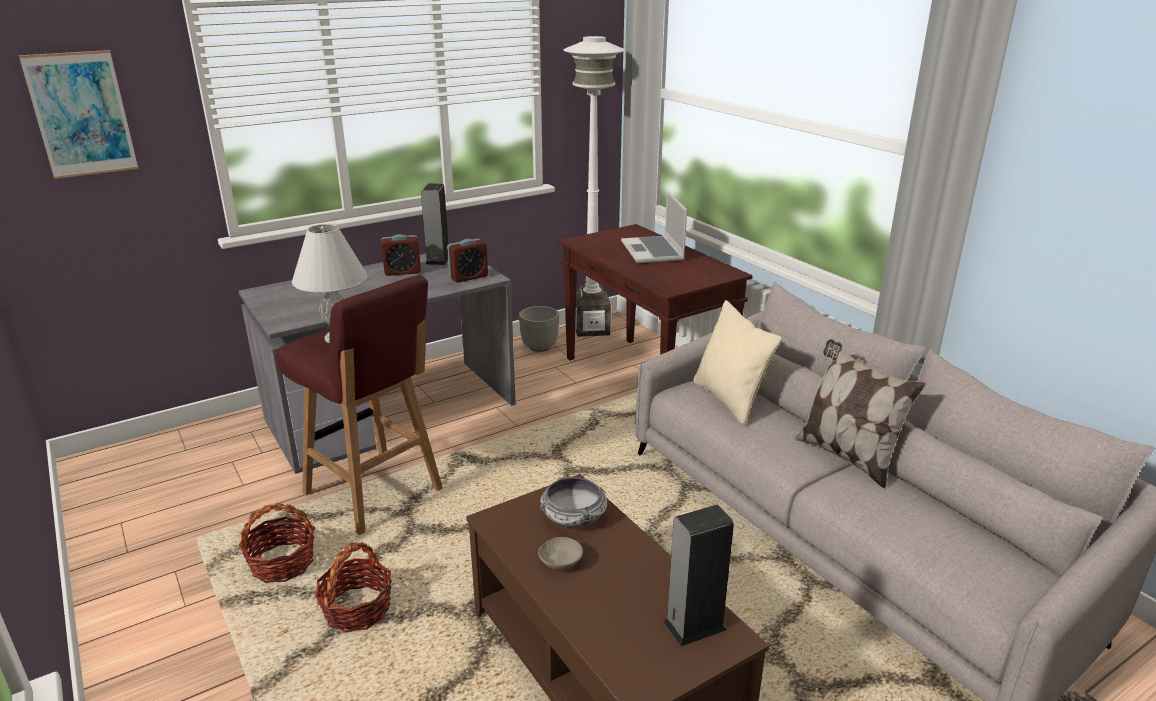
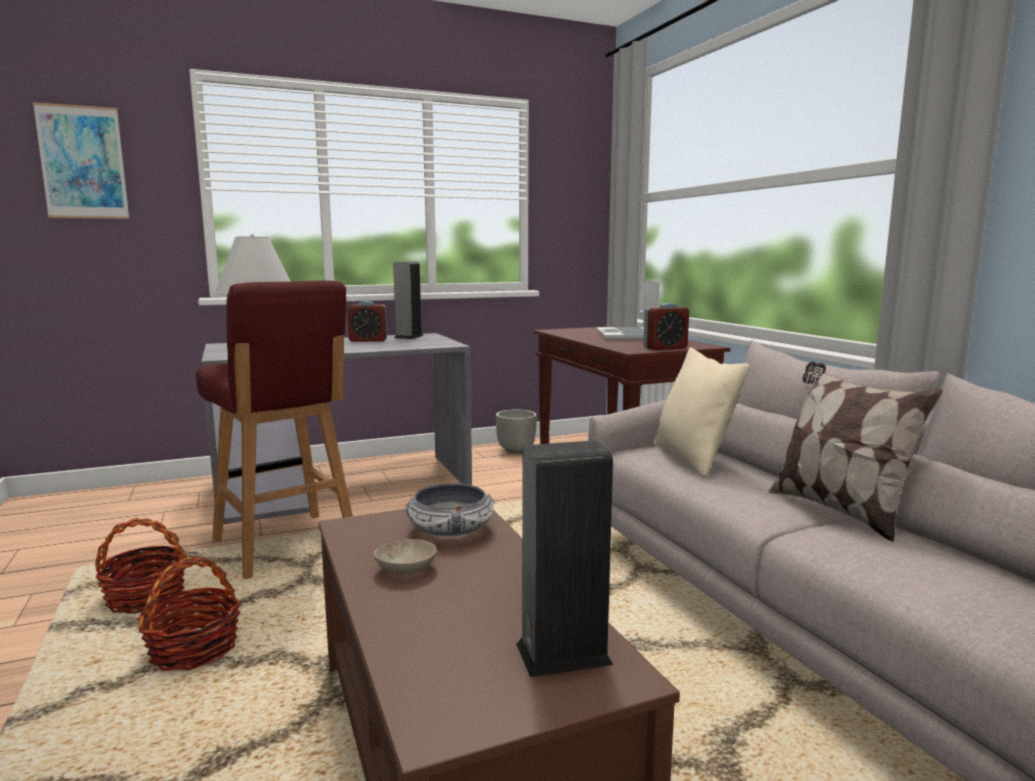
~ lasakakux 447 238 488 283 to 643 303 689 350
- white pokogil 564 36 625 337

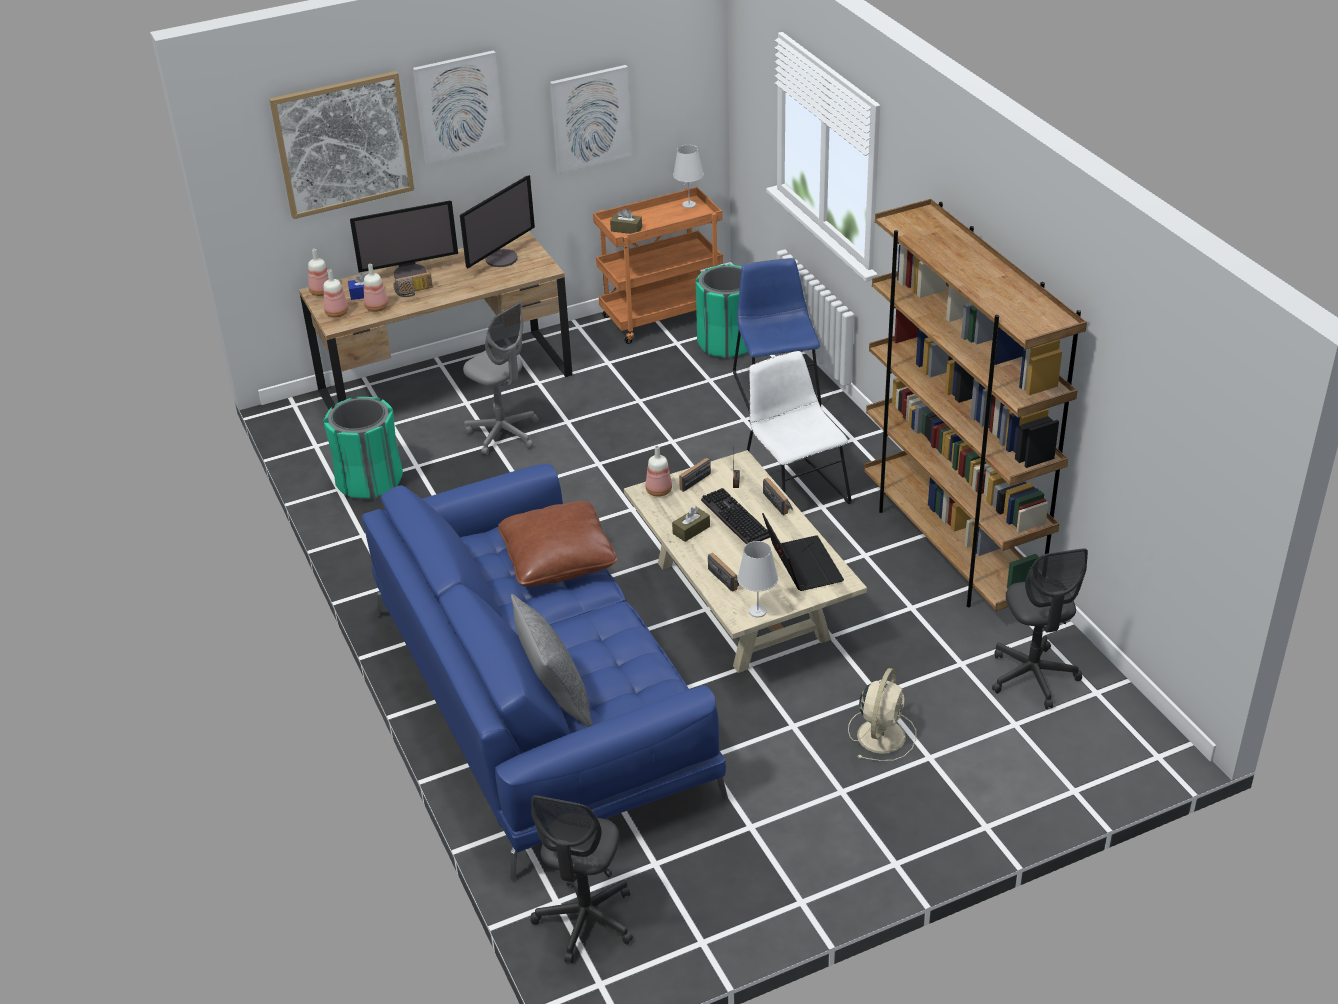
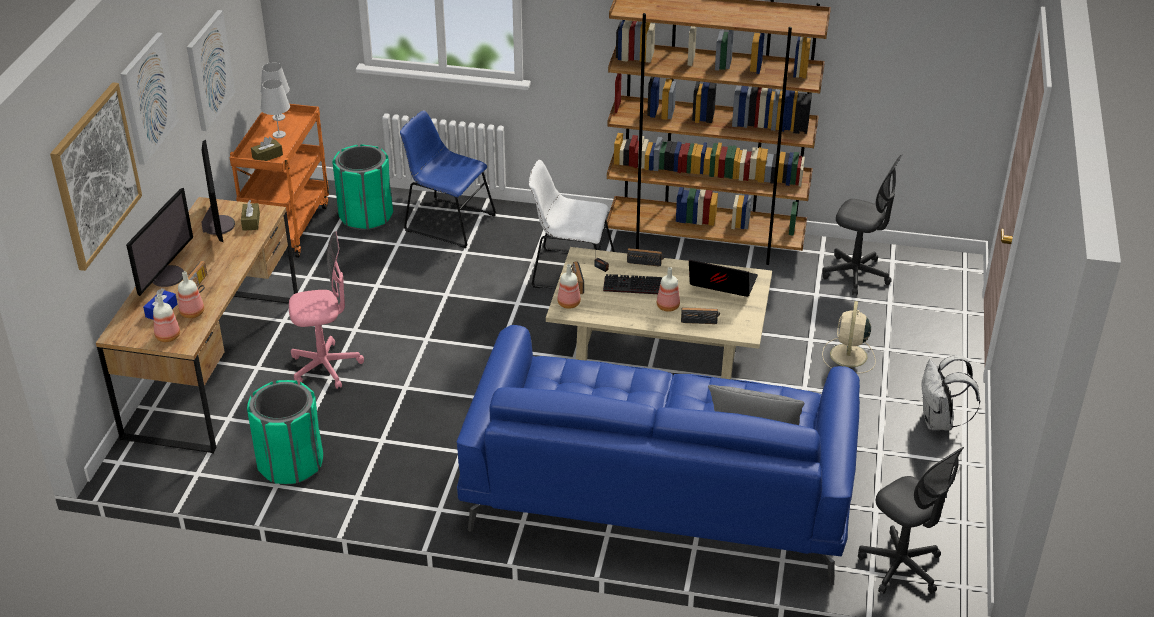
~ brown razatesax 672 506 710 542 to 241 200 260 231
~ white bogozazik 737 541 778 617 to 261 79 290 138
~ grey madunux 463 302 539 455 to pink madunux 289 231 364 389
~ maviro 308 249 329 296 to 657 267 680 312
~ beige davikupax 848 668 916 761 = 822 301 876 374 135 degrees counterclockwise
+ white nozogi 921 355 980 430
- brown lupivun 498 501 618 587

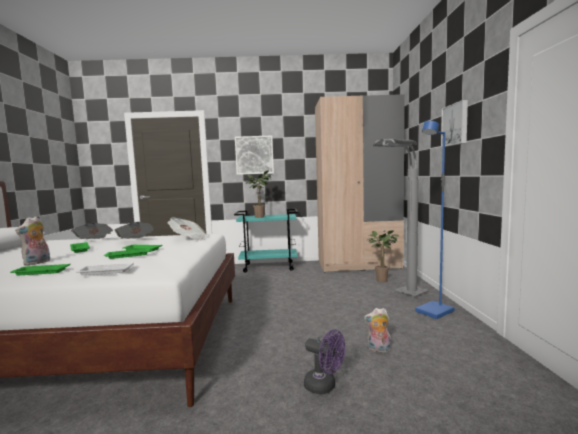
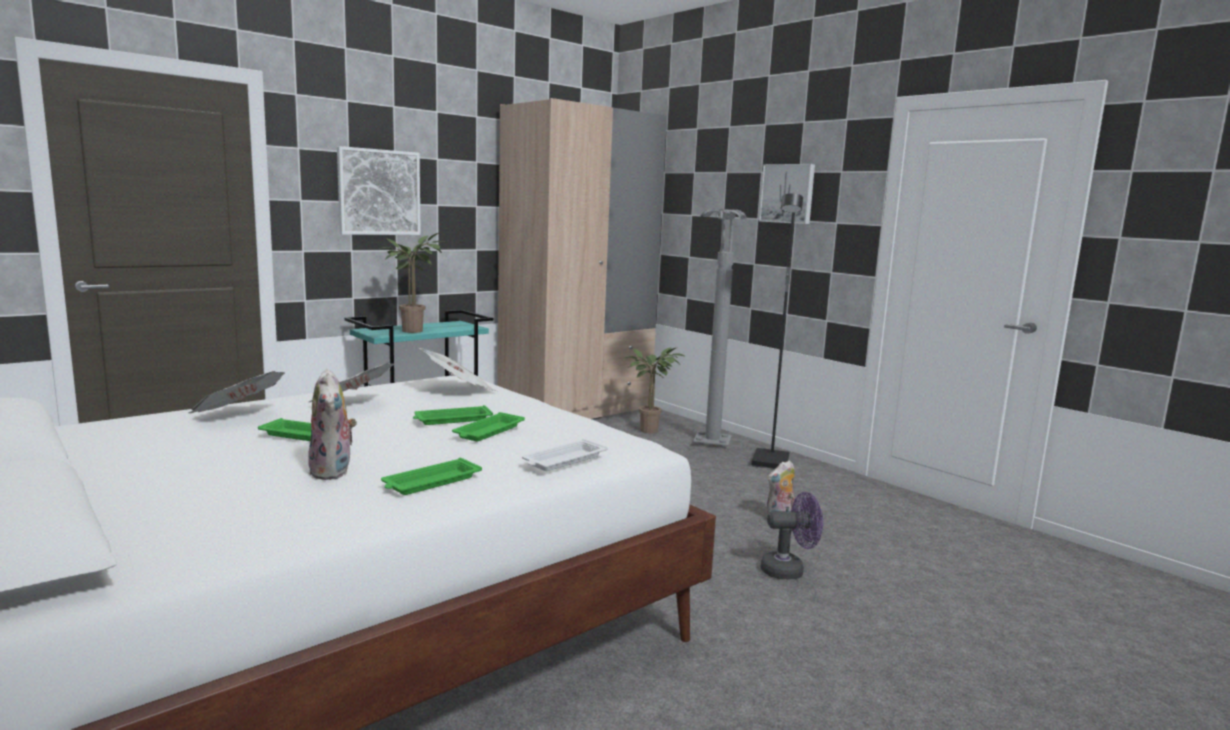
~ blue pokogil 415 121 454 319 to black pokogil 751 193 803 469

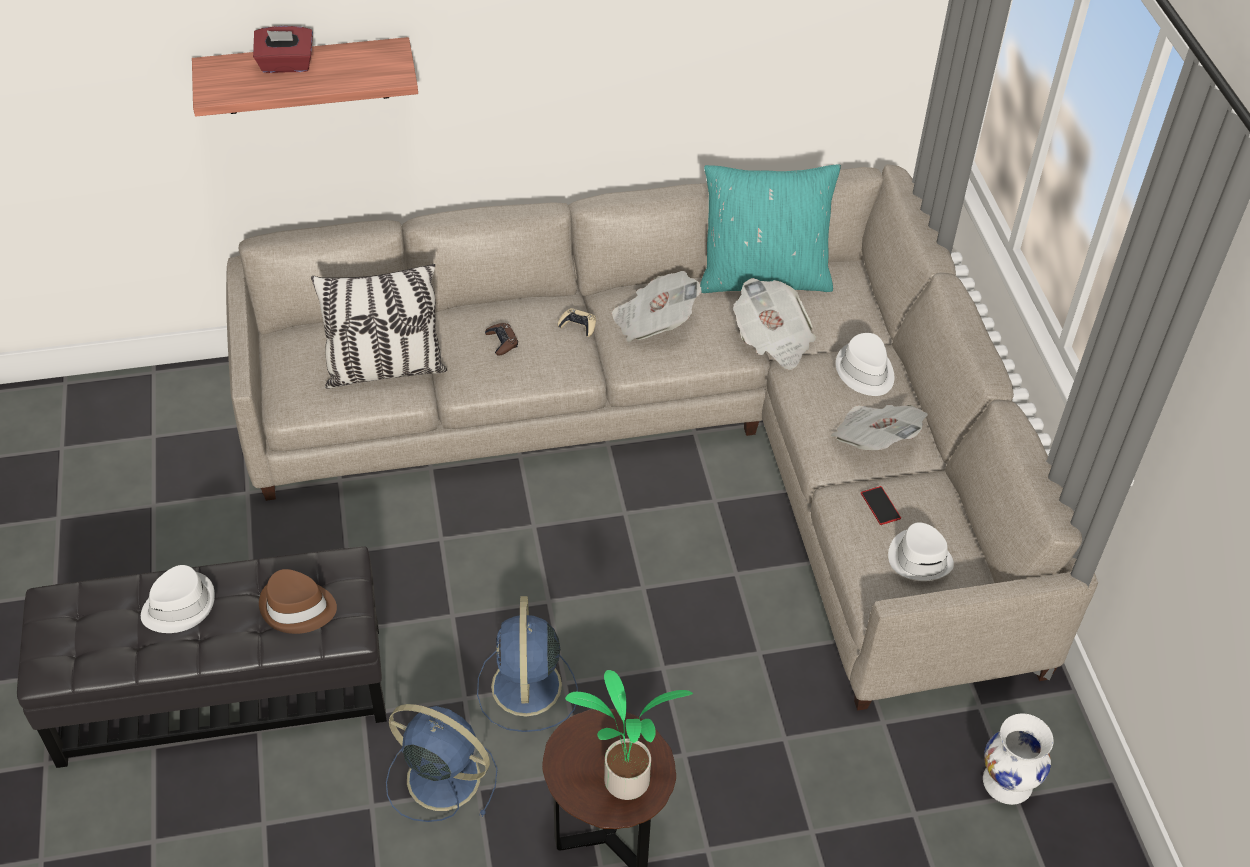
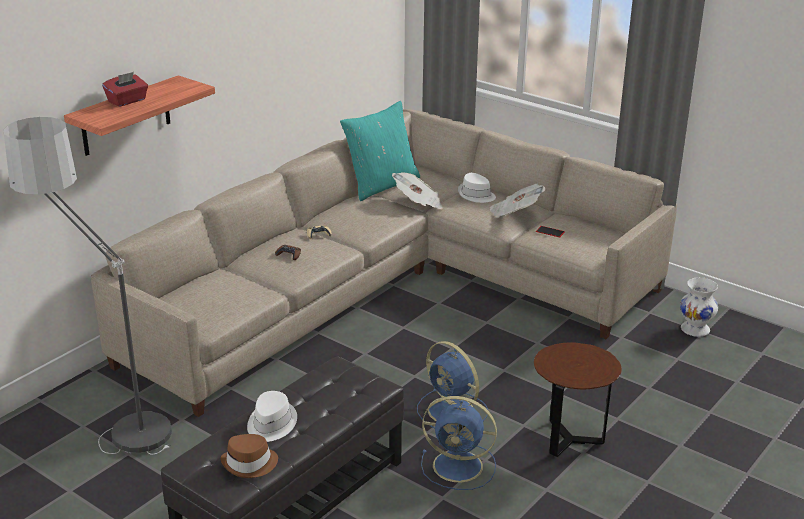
+ pokogil 4 117 172 455
~ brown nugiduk 259 569 337 634 to 220 434 278 478
~ blue davikupax 386 704 498 822 = 421 396 497 490 150 degrees counterclockwise
- lupivun 311 264 447 389
- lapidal 565 670 693 800
- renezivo 612 271 701 342
- white nugiduk 888 522 954 581

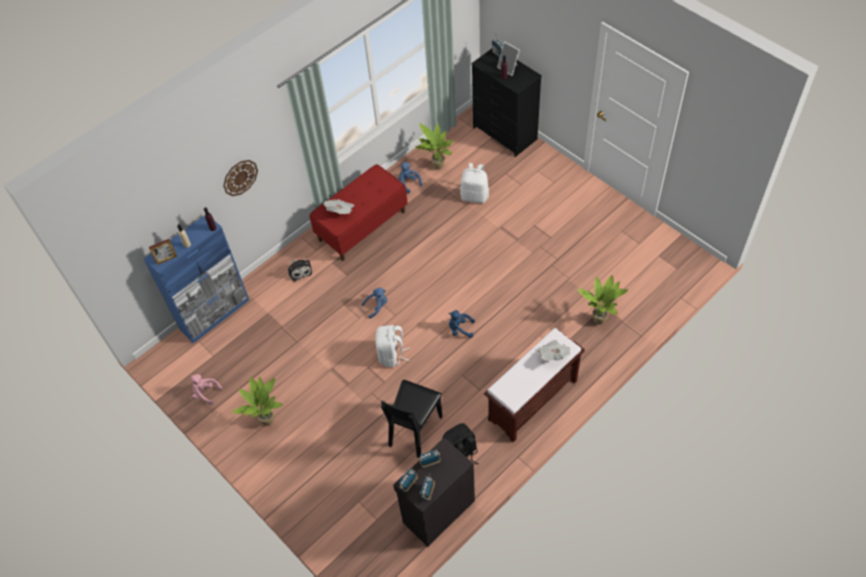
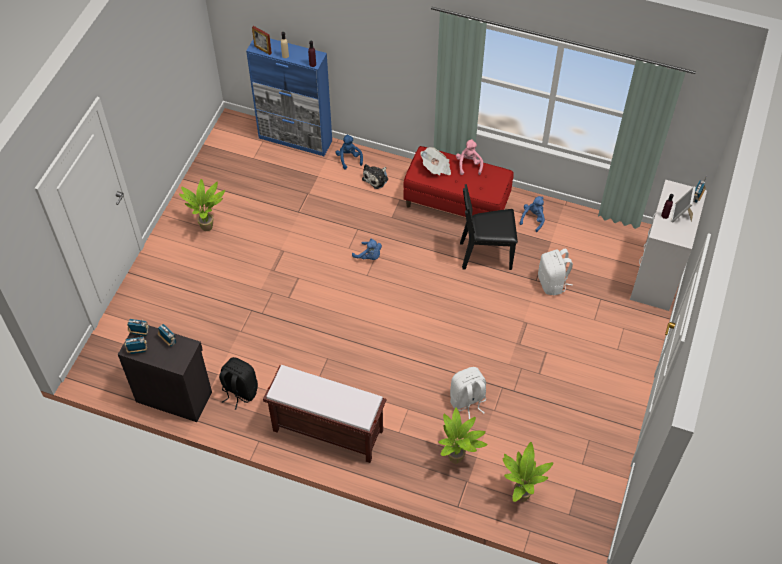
~ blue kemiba 449 310 475 338 to 335 134 363 170
~ white nozogi 376 325 410 367 to 450 367 486 419
~ pink kemiba 191 374 223 405 to 456 139 483 175
~ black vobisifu 381 380 442 458 to 460 184 518 270
~ lapidal 415 123 454 170 to 503 442 553 502
~ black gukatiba 471 49 542 157 to white gukatiba 630 180 707 311
- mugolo 223 160 258 196
- renezivo 538 340 570 361

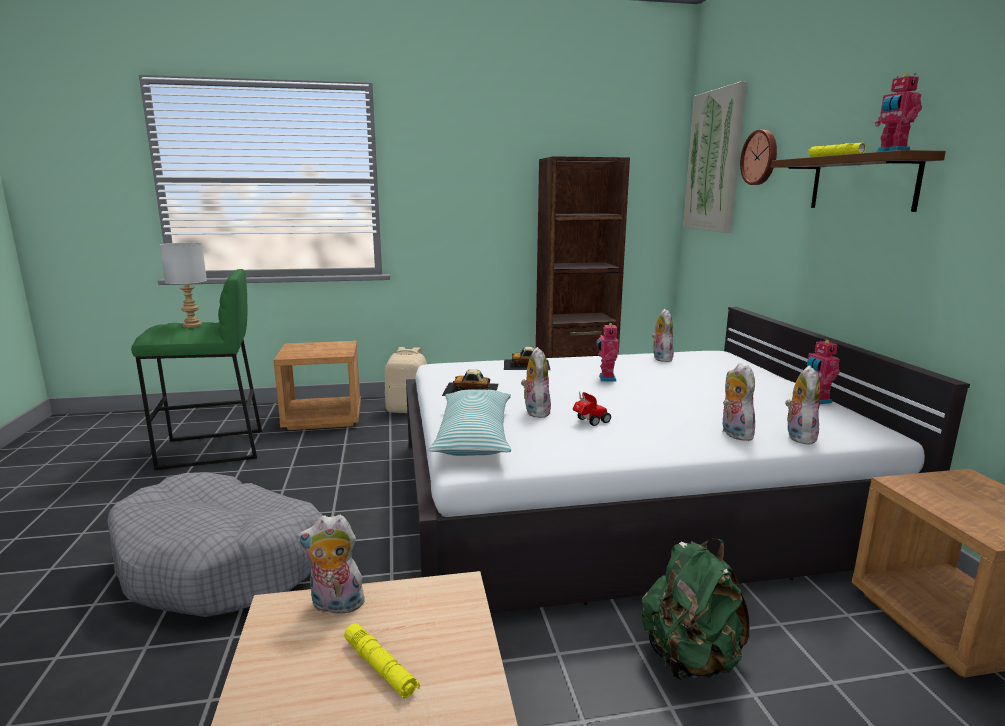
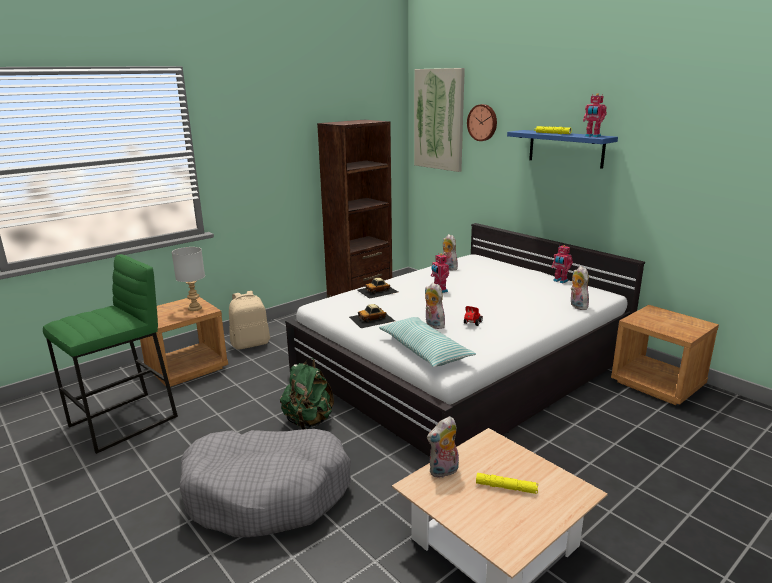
~ grey bogozazik 160 243 207 328 to 172 247 205 311
~ green nozogi 642 538 750 680 to 280 358 334 429
~ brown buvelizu 771 150 946 212 to blue buvelizu 507 130 618 169
- kemiba 723 363 755 441

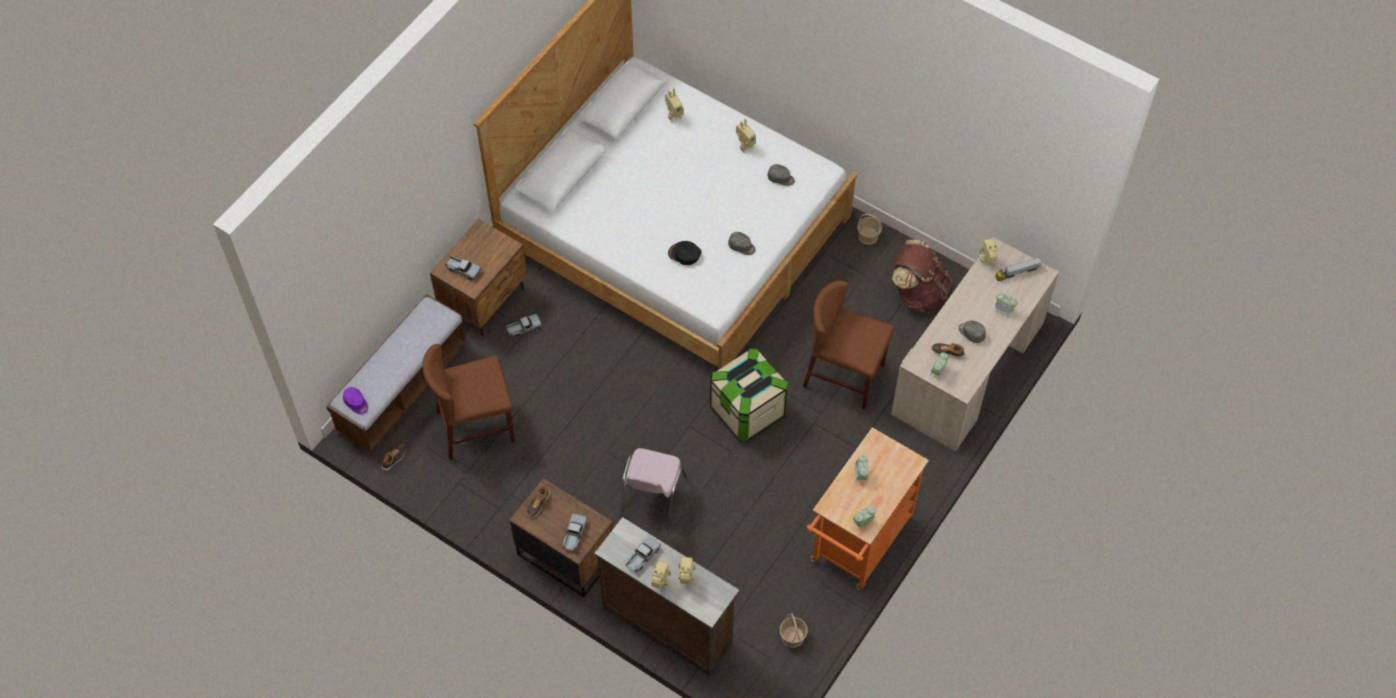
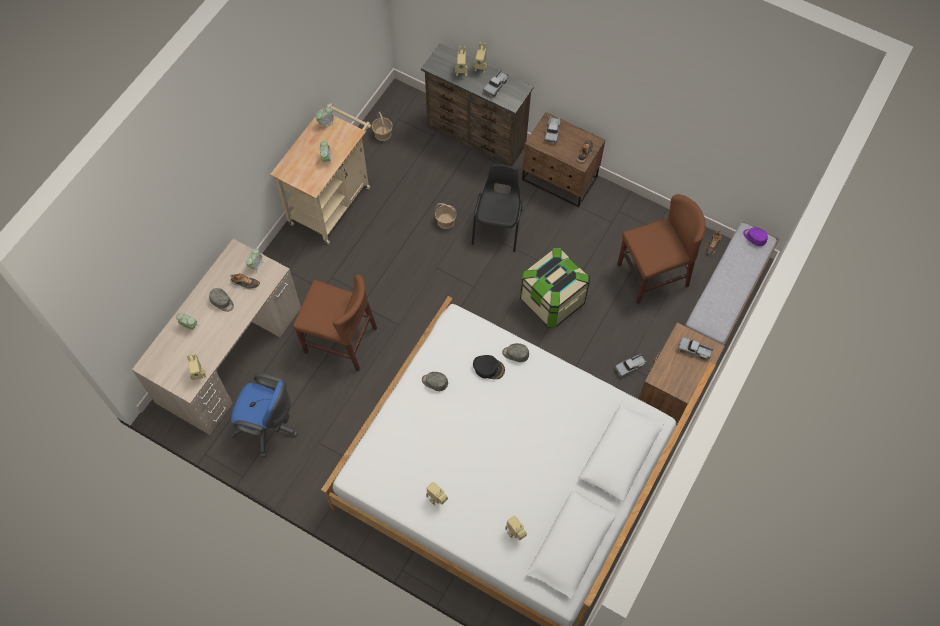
~ brown nozogi 892 240 952 313 to blue madunux 230 373 298 457
~ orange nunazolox 806 427 929 590 to beige nunazolox 270 103 371 244
~ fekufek 857 214 882 245 to 435 203 457 229
~ pink vobisifu 620 448 687 530 to black vobisifu 472 164 522 252
~ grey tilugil 768 164 795 186 to 502 343 529 362
~ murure 710 348 788 441 to 520 248 590 328
- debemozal 995 257 1042 281

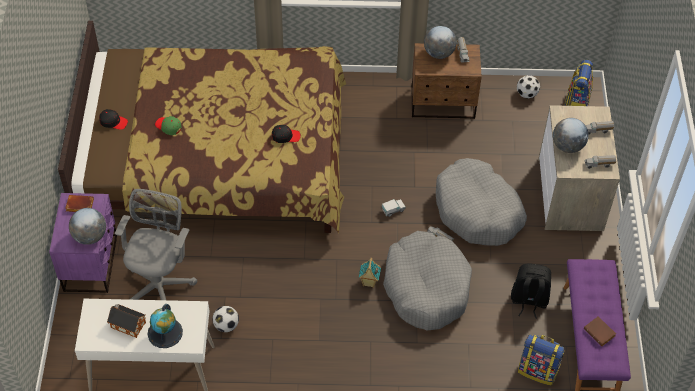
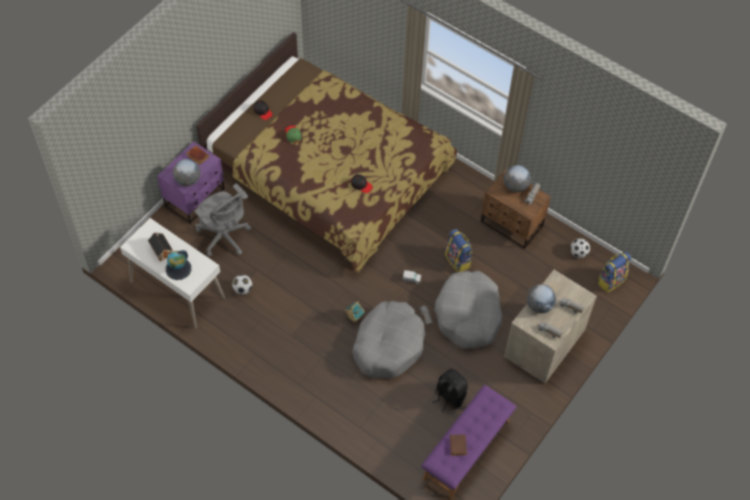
~ grey madunux 115 189 198 300 = 194 184 252 257 90 degrees clockwise
~ nozogi 518 334 564 386 to 445 229 473 272

